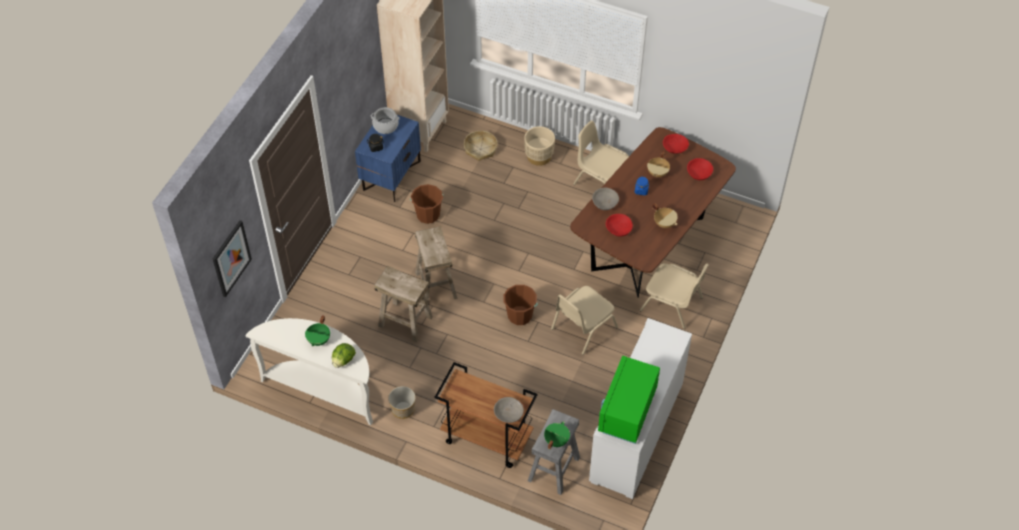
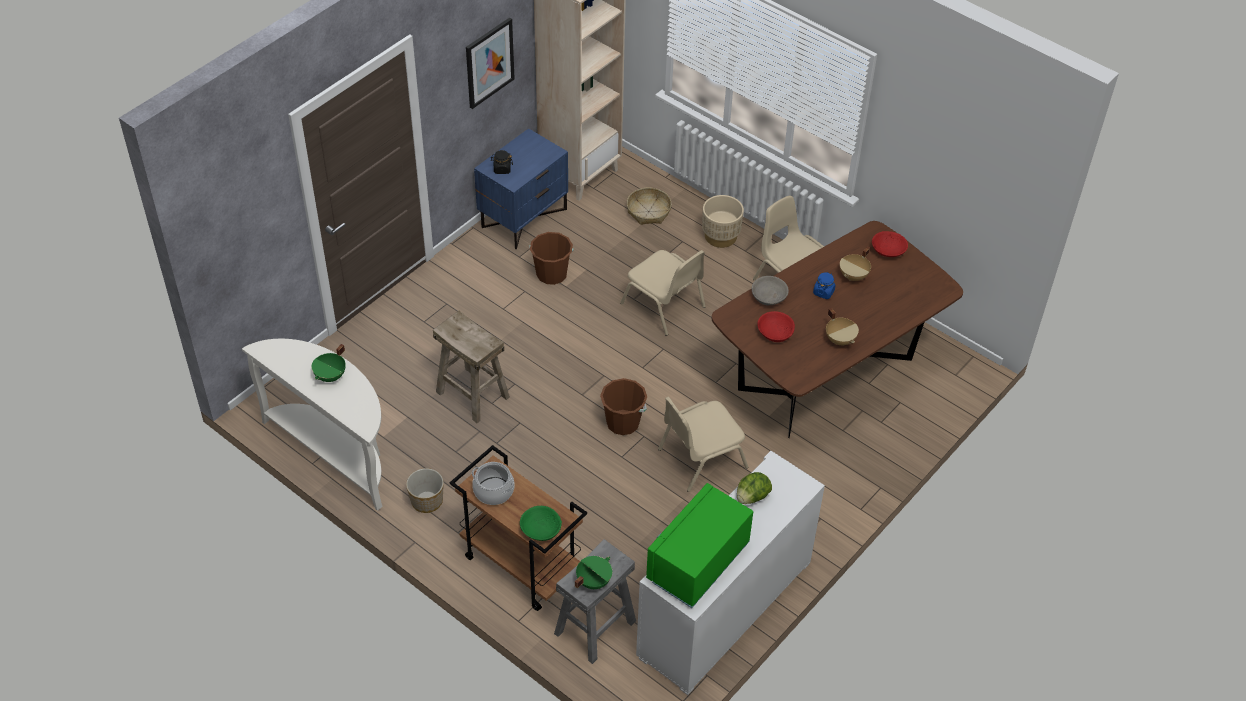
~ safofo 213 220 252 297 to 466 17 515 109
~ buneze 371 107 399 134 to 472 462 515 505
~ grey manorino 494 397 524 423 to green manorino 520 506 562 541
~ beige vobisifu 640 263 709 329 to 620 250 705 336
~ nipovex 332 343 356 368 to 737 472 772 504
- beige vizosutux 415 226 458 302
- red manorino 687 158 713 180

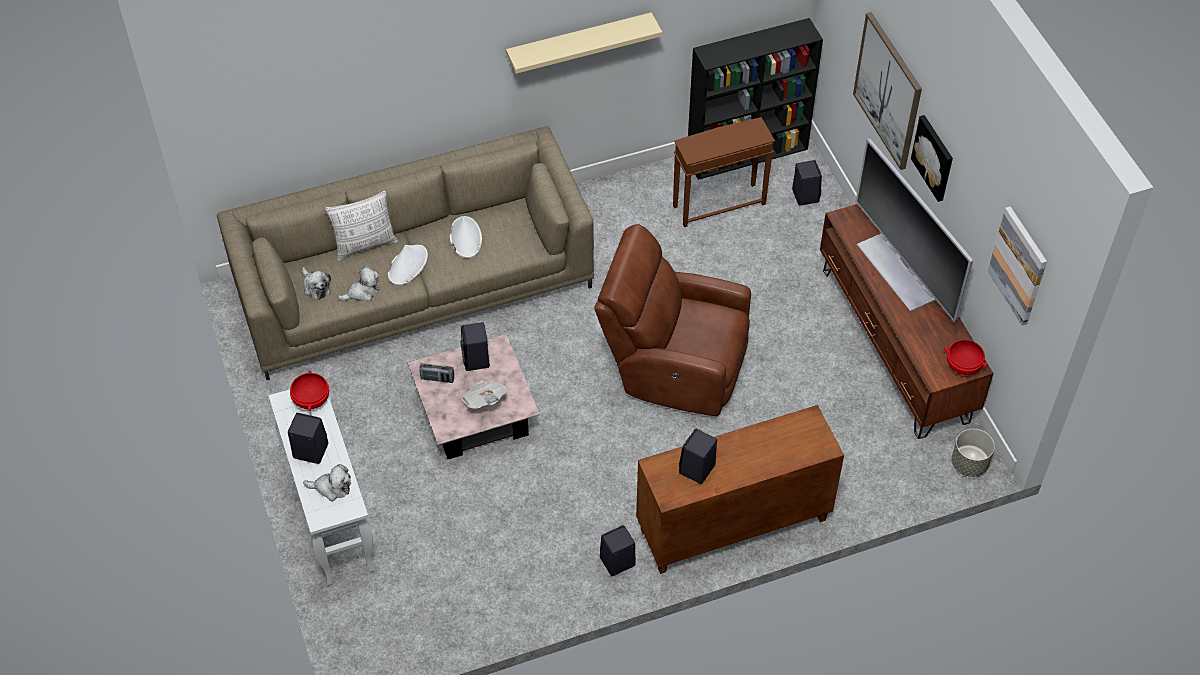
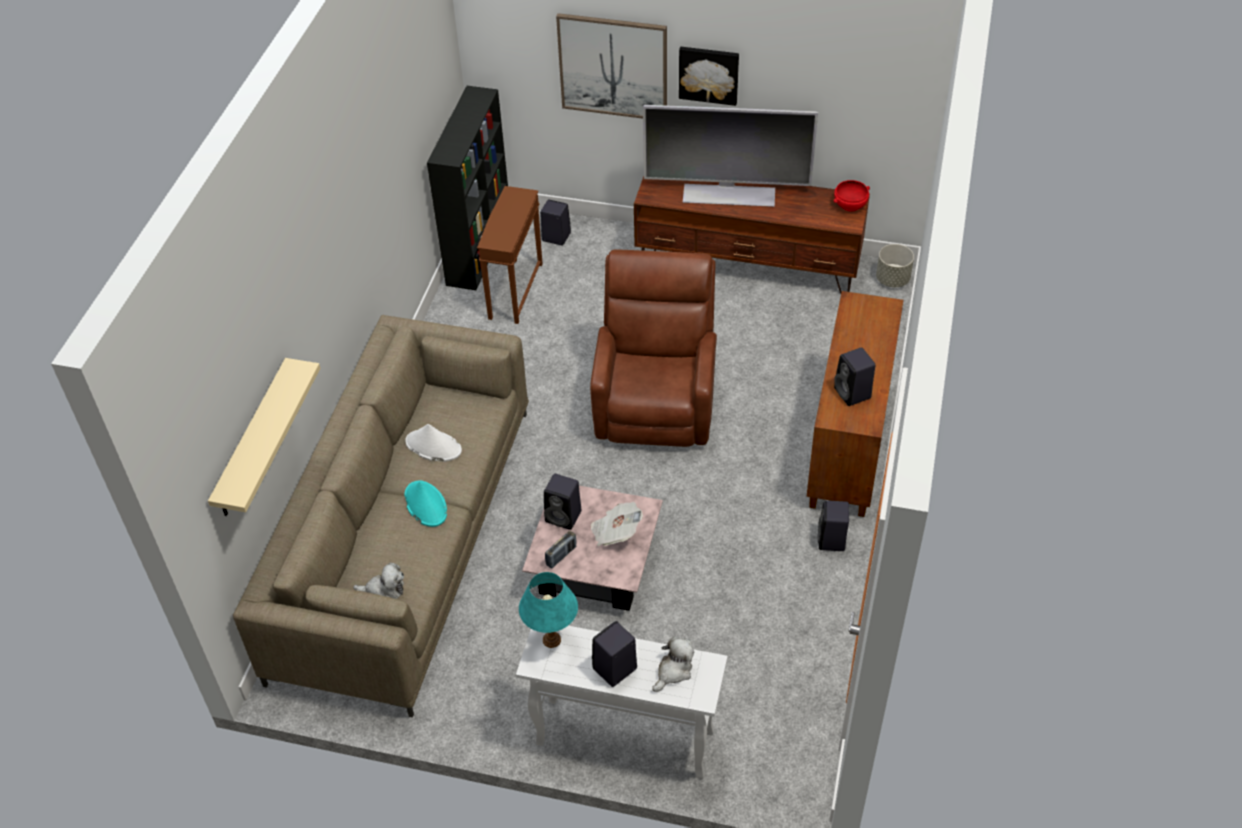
~ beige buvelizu 506 12 662 74 to 208 358 320 516
~ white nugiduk 388 245 428 285 to turquoise nugiduk 404 481 447 527
~ red manorino 290 371 329 411 to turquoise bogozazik 519 572 578 648
~ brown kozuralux 594 224 751 416 = 590 249 717 447 135 degrees clockwise
- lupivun 325 191 398 261
- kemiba 338 266 379 302
- safofo 988 206 1047 325

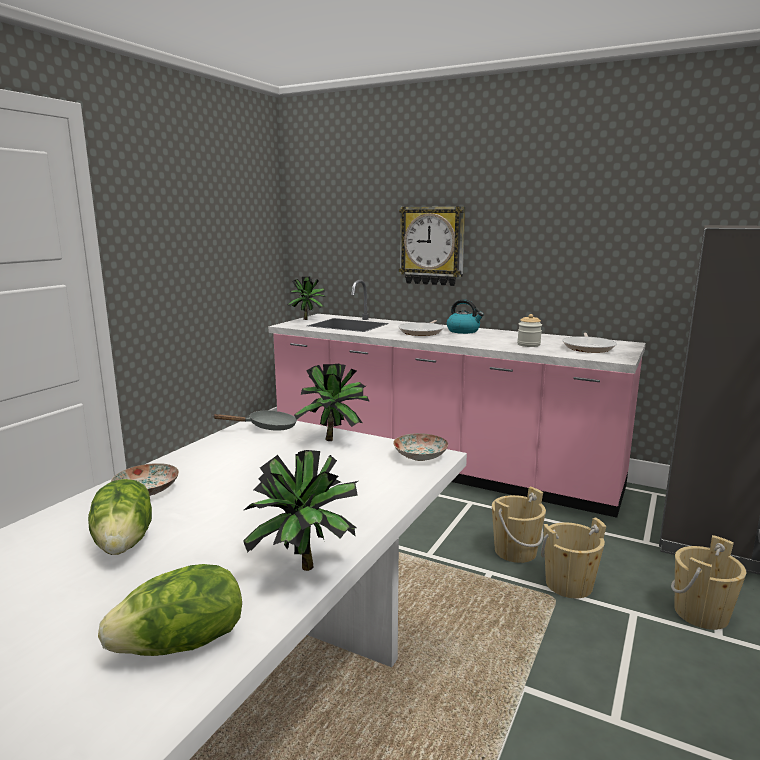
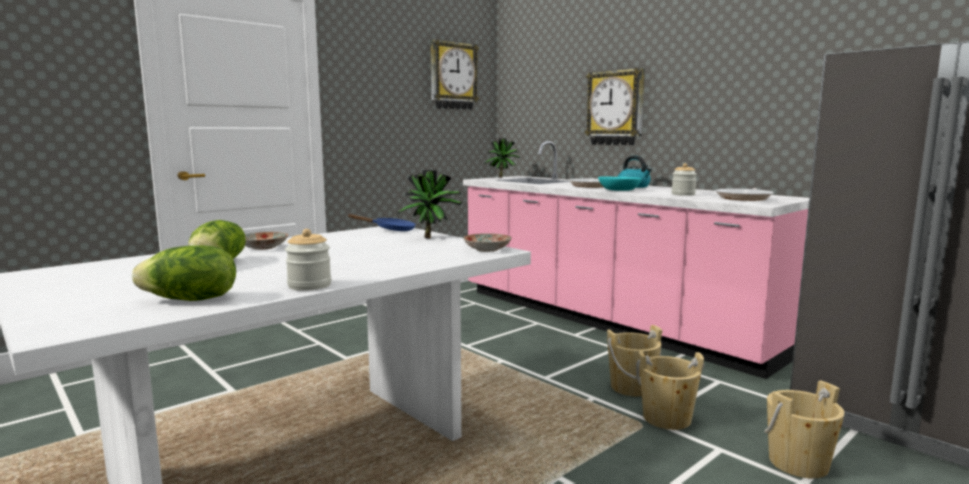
~ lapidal 243 450 358 571 to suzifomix 285 229 331 291
~ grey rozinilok 212 410 297 431 to blue rozinilok 347 214 416 231
+ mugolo 430 39 479 110
+ turquoise manorino 598 176 642 191

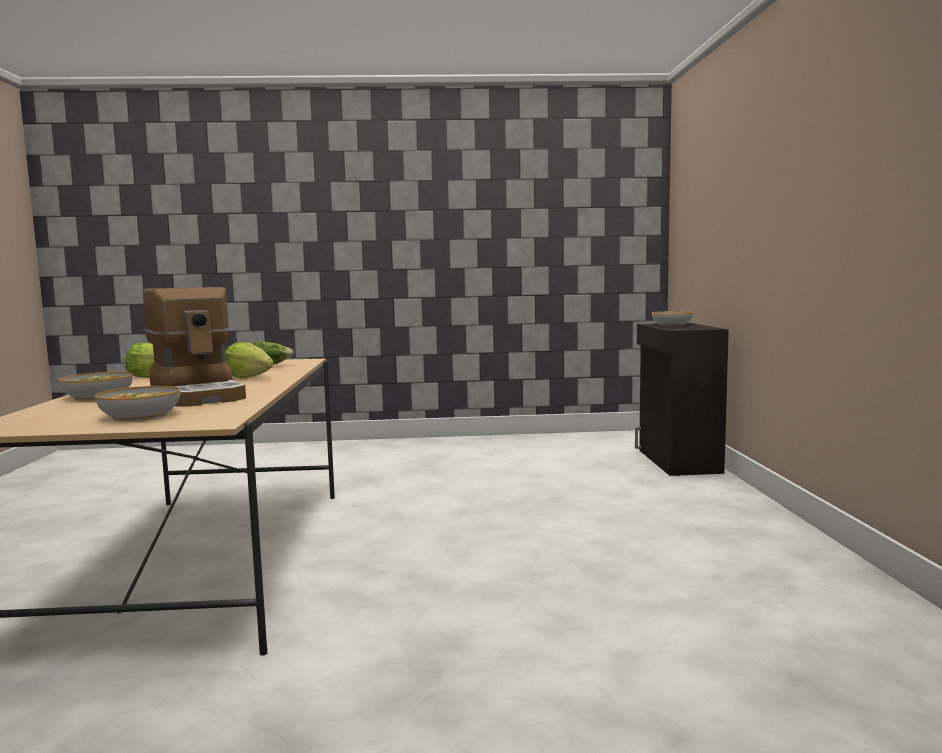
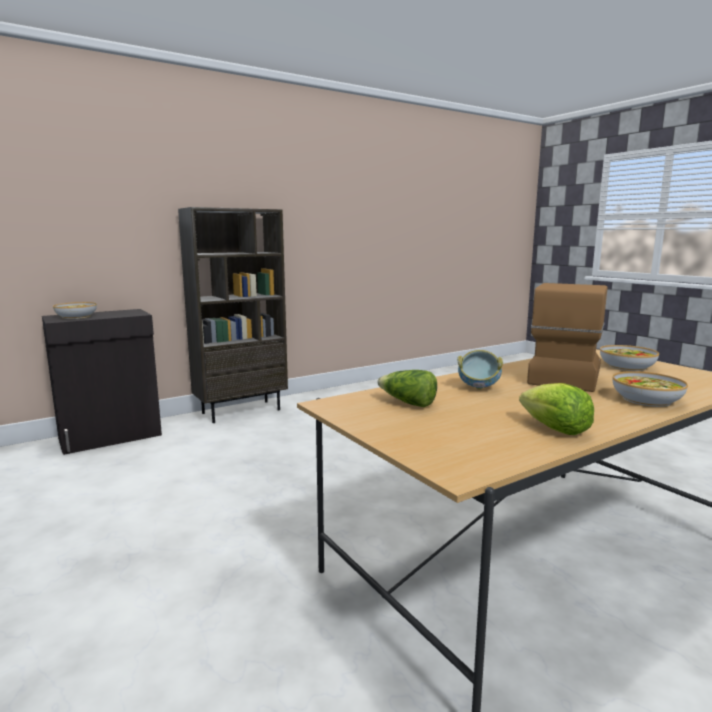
+ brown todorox 178 207 288 423
~ nipovex 225 342 274 378 to manorino 457 350 503 390

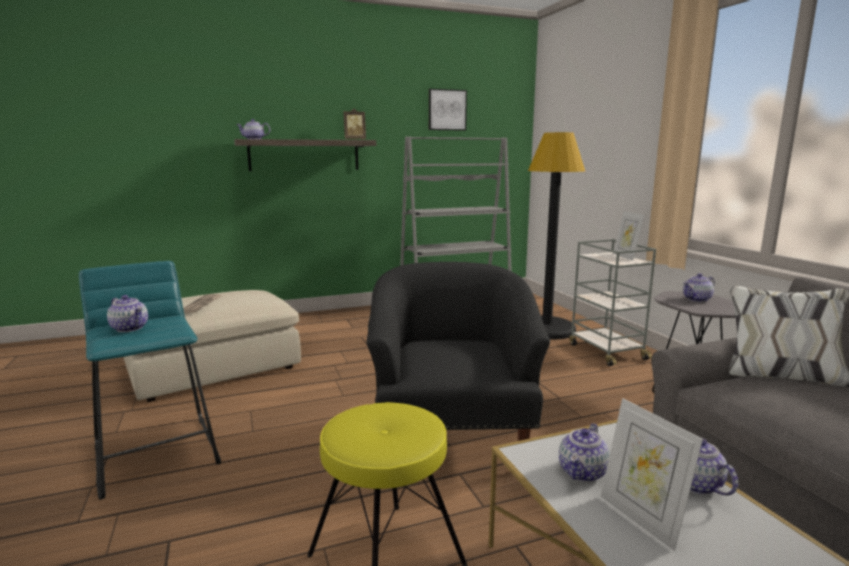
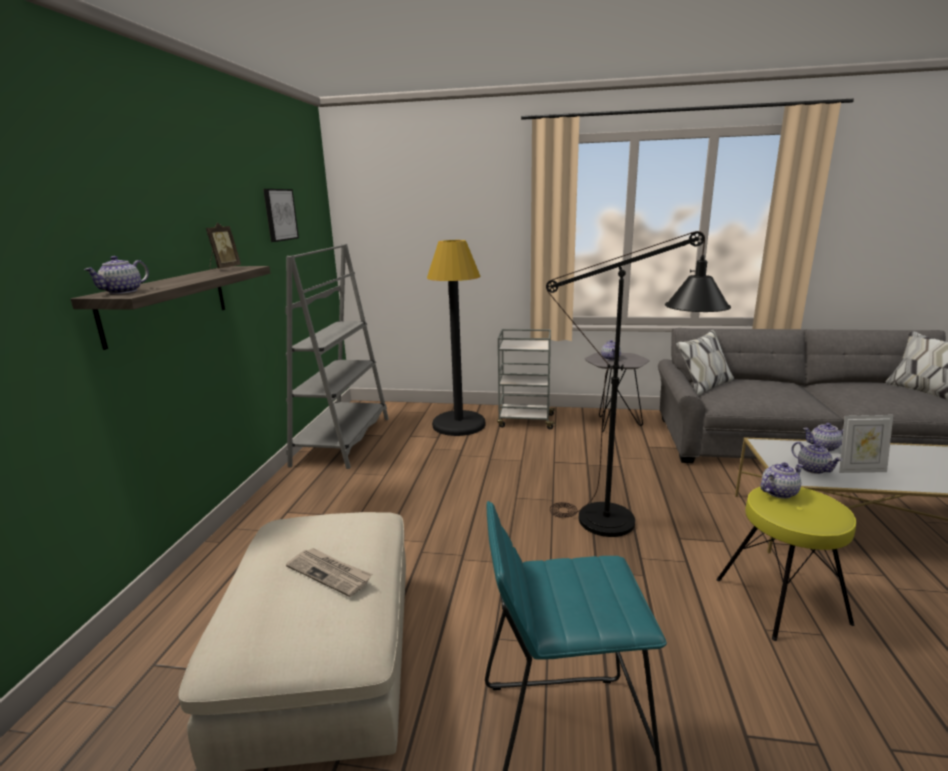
~ black kozuralux 366 262 550 441 to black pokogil 546 231 731 537
~ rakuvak 107 295 148 332 to 761 462 804 499
- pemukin 613 211 644 261

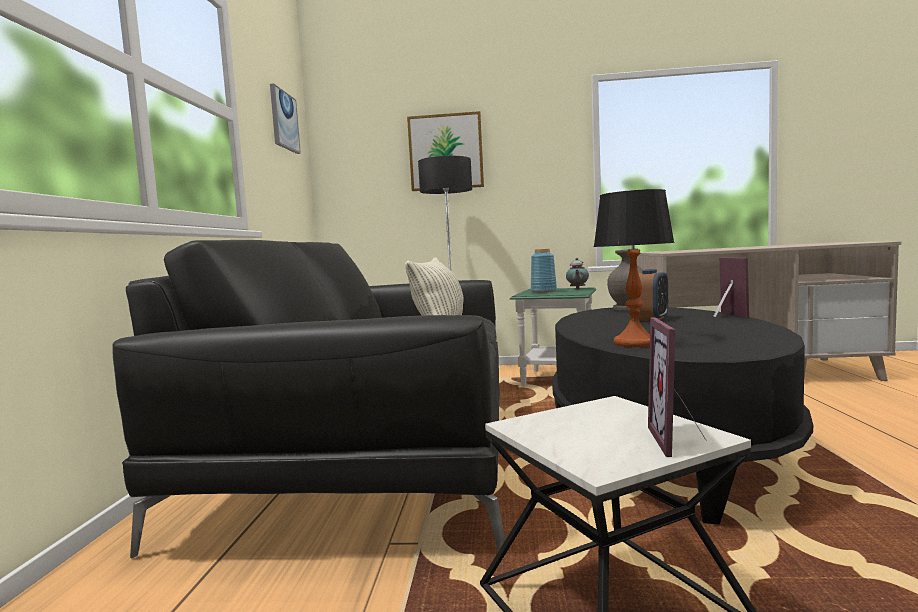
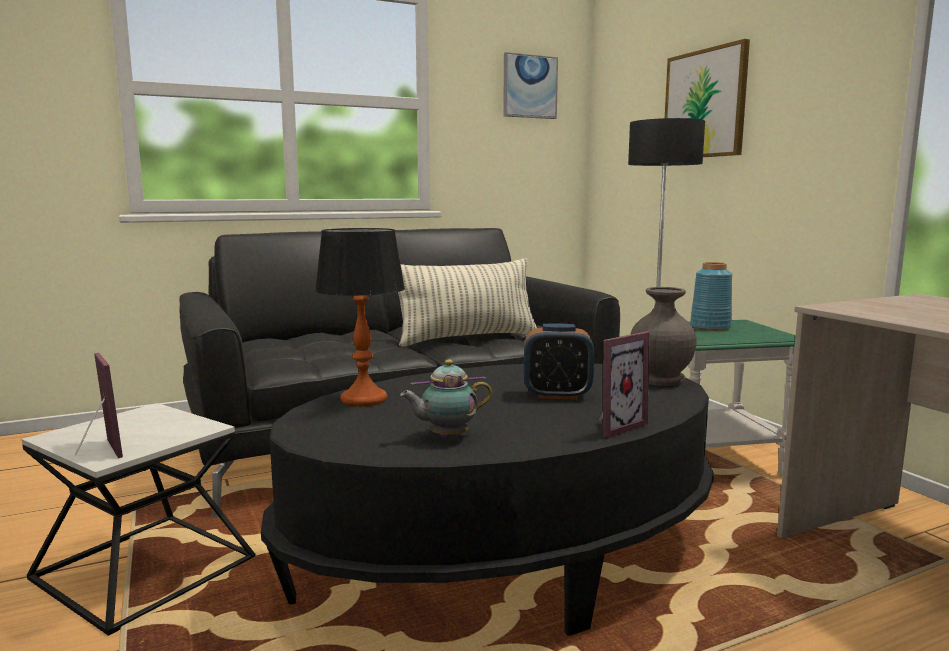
~ pemukin 648 318 707 457 = 75 353 123 458 75 degrees clockwise
~ rakuvak 566 258 589 290 to 400 359 493 438

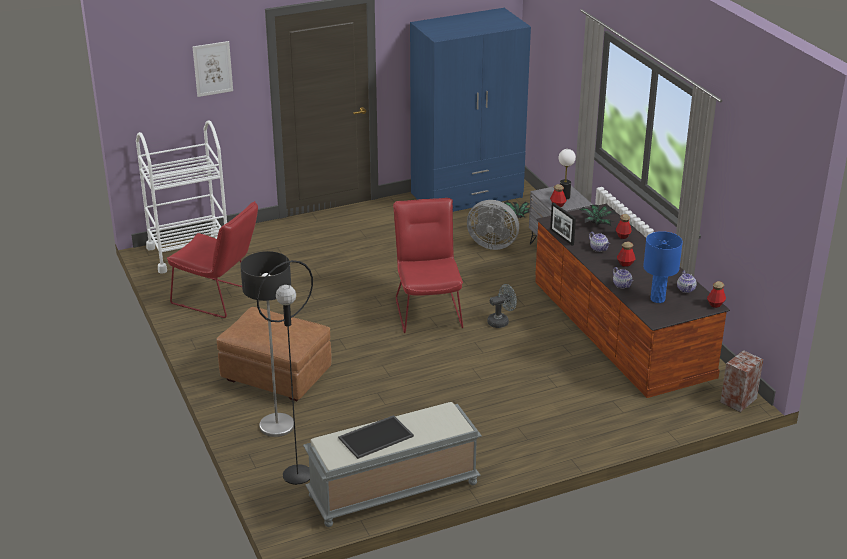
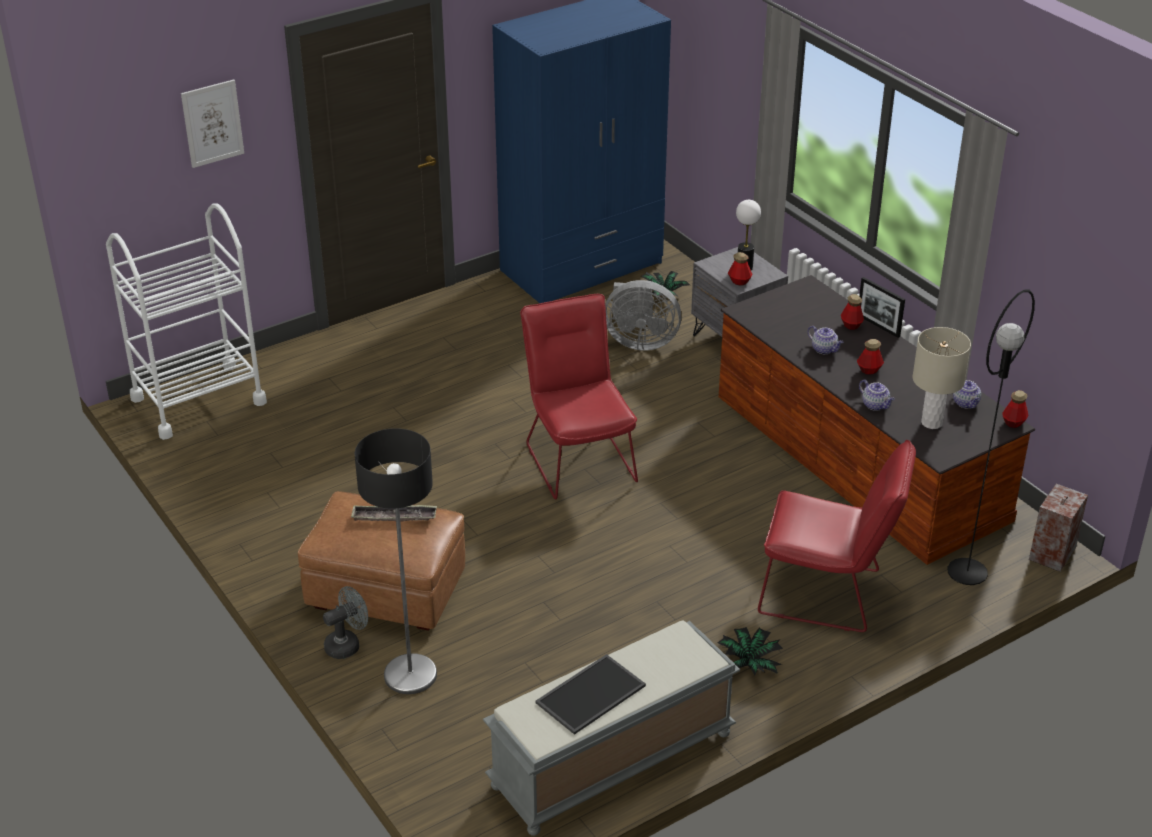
~ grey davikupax 487 284 517 328 to 323 586 368 659
+ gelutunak 351 505 437 522
~ lapidal 579 205 616 226 to 717 627 783 676
~ red vobisifu 167 201 258 318 to 758 440 916 632
~ pemukin 550 202 576 246 to 859 277 905 338
~ blue bogozazik 643 231 683 303 to beige bogozazik 912 327 971 429
~ black pokogil 257 260 313 485 to 947 290 1035 585

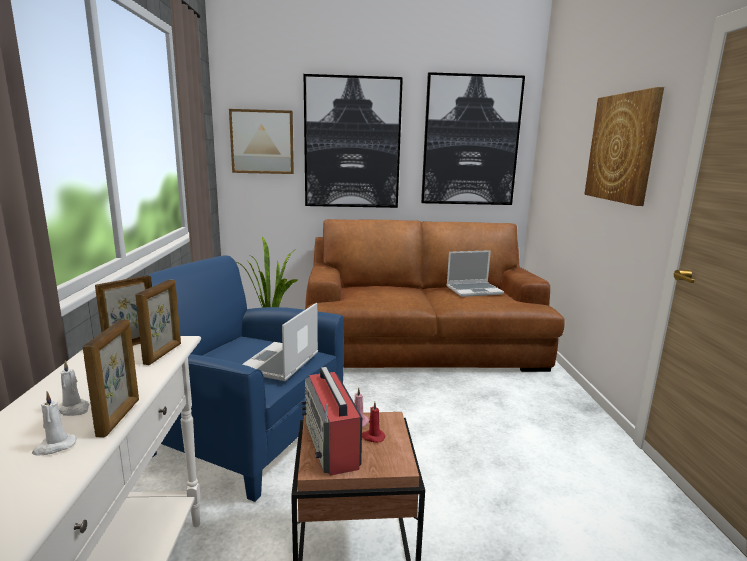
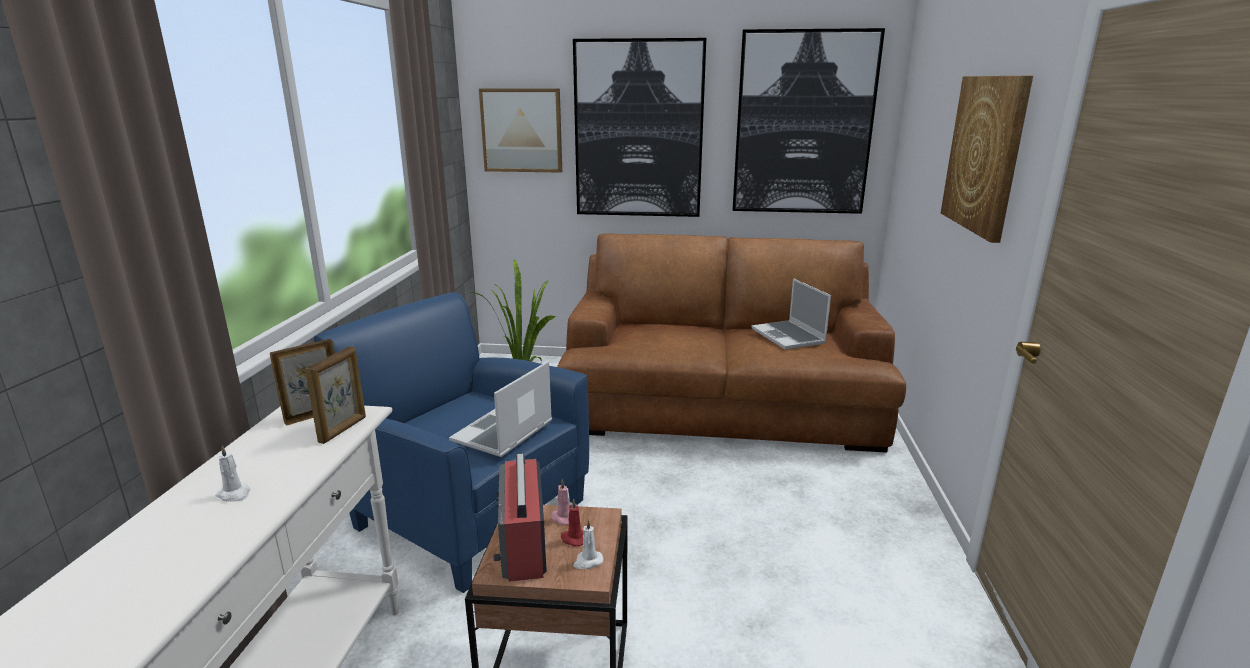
~ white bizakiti 32 392 76 456 to 573 520 603 569
~ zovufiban 446 250 504 297 = 752 278 831 350 75 degrees clockwise
- pemukin 83 319 139 438

